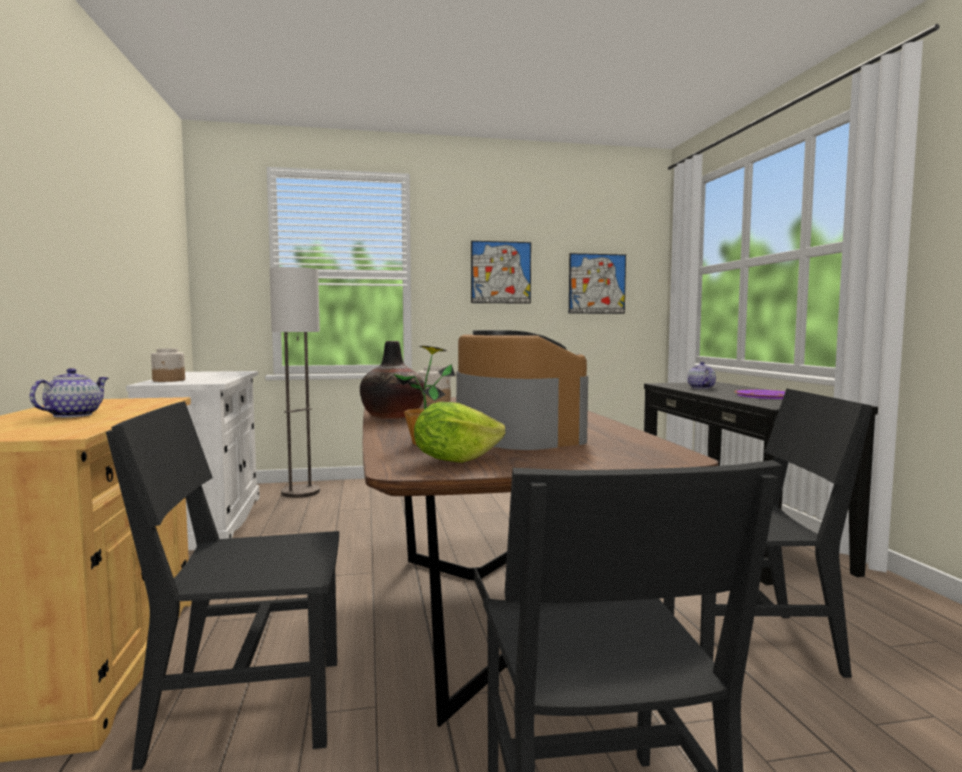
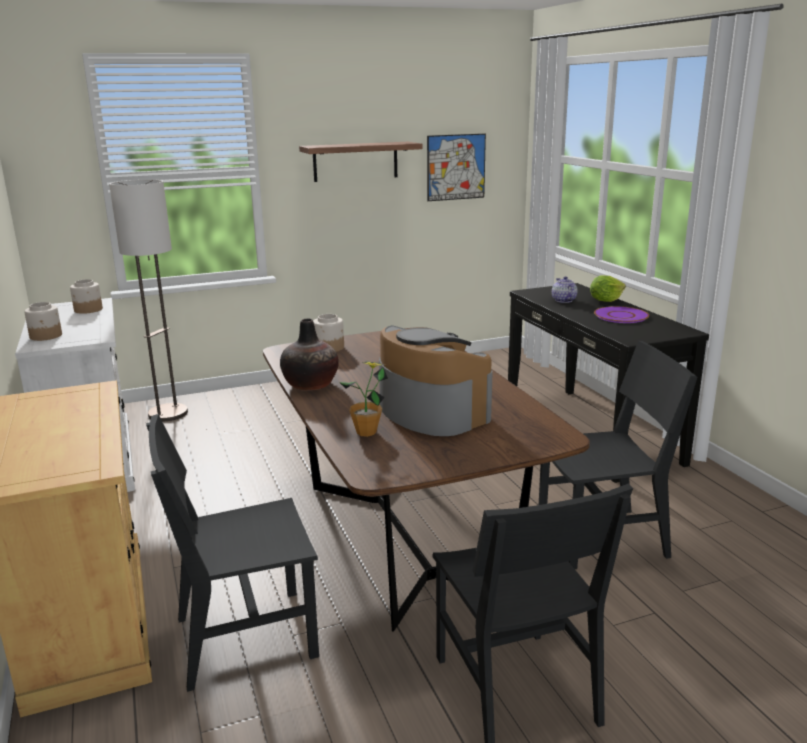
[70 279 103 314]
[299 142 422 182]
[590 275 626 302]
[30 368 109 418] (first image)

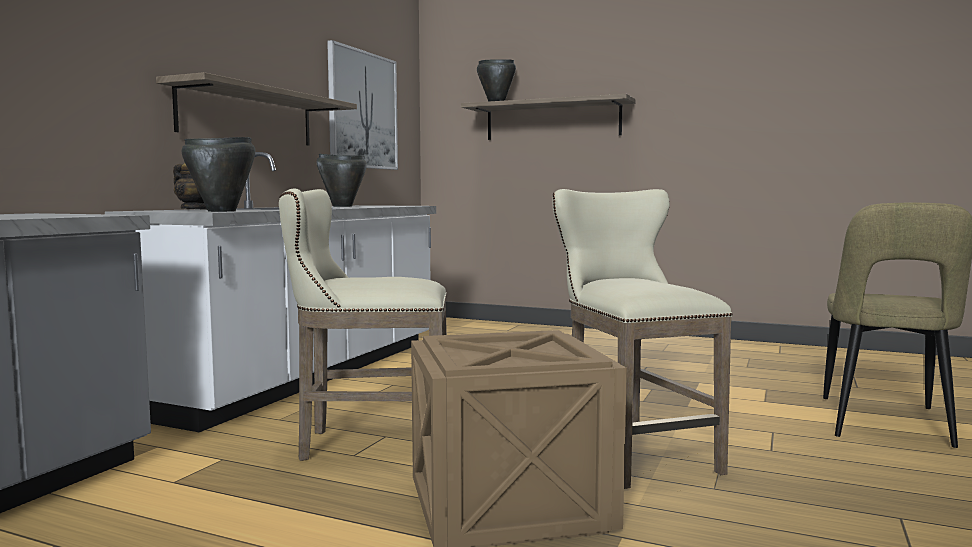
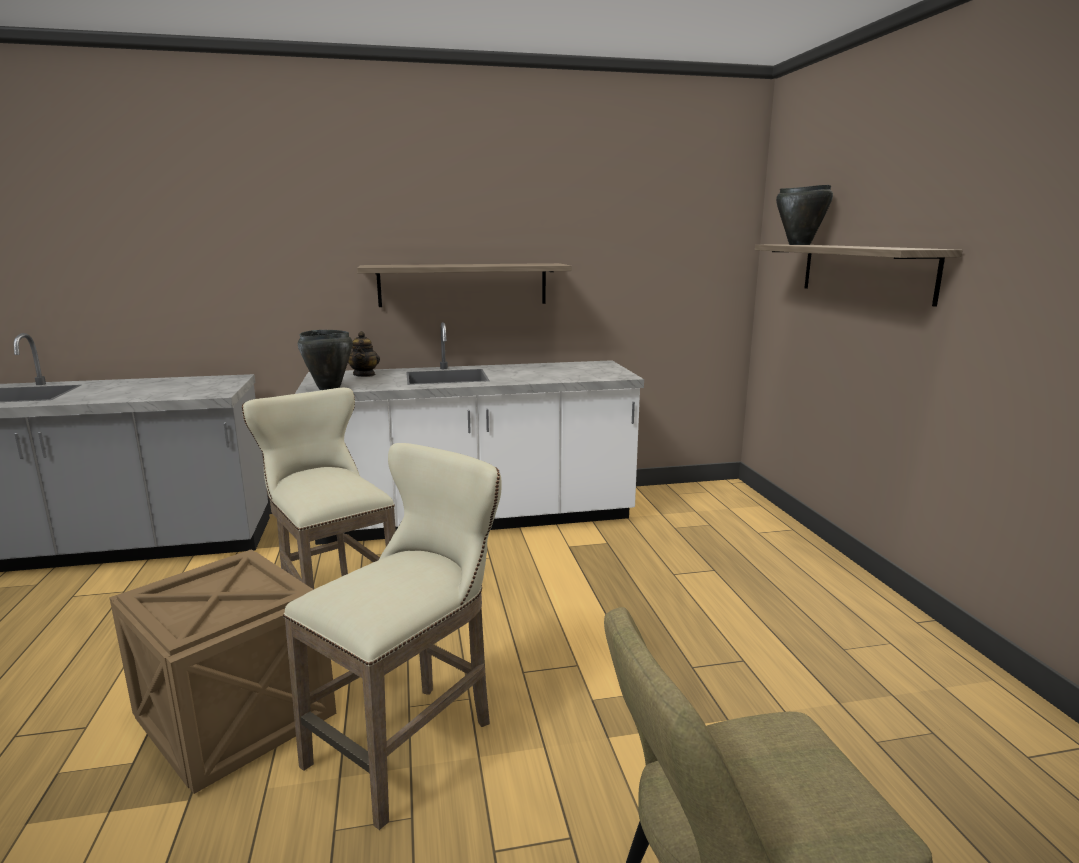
[317 153 367 207] (first image)
[327 40 398 170] (first image)

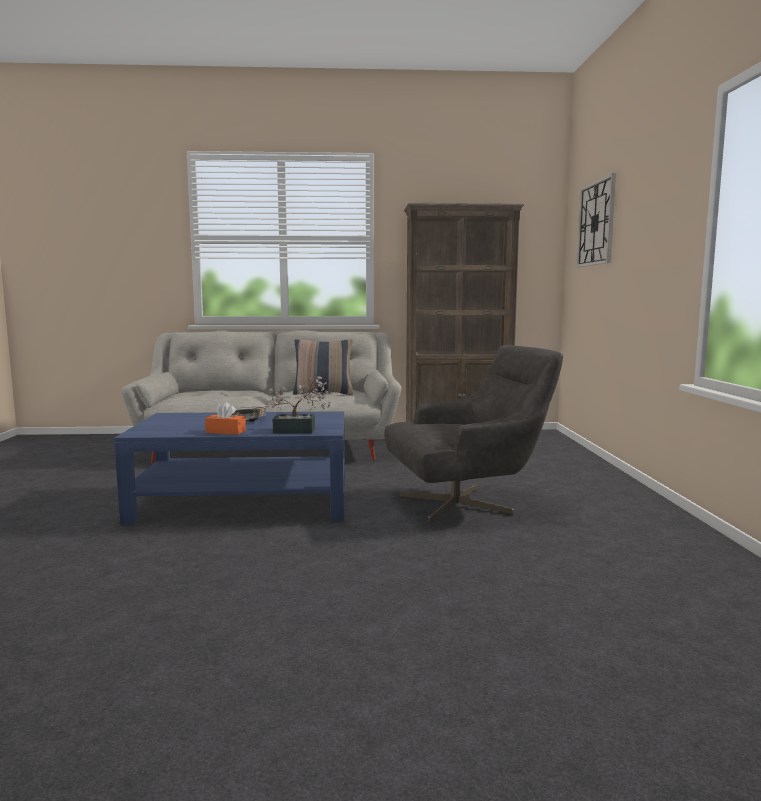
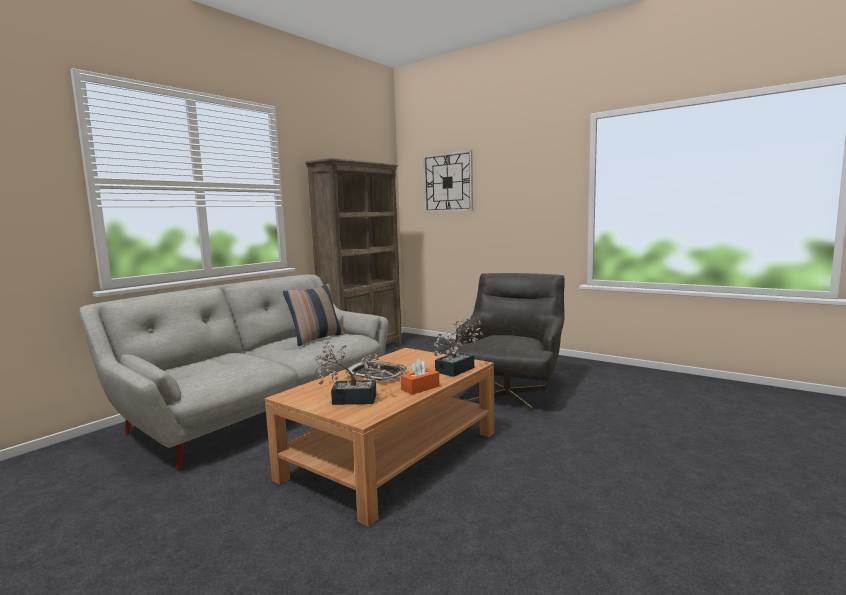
[265 348 495 527]
[314 341 386 405]

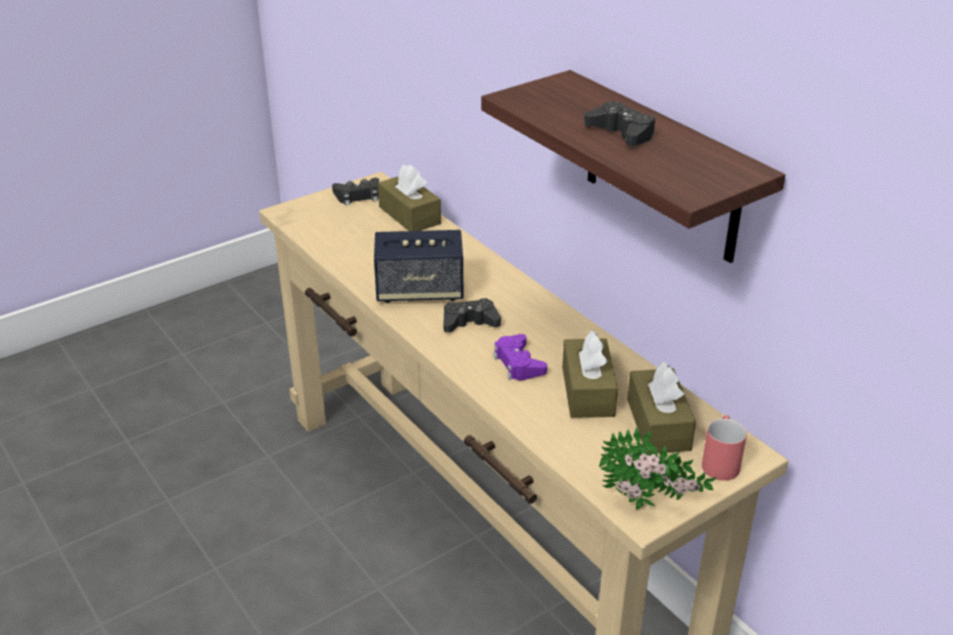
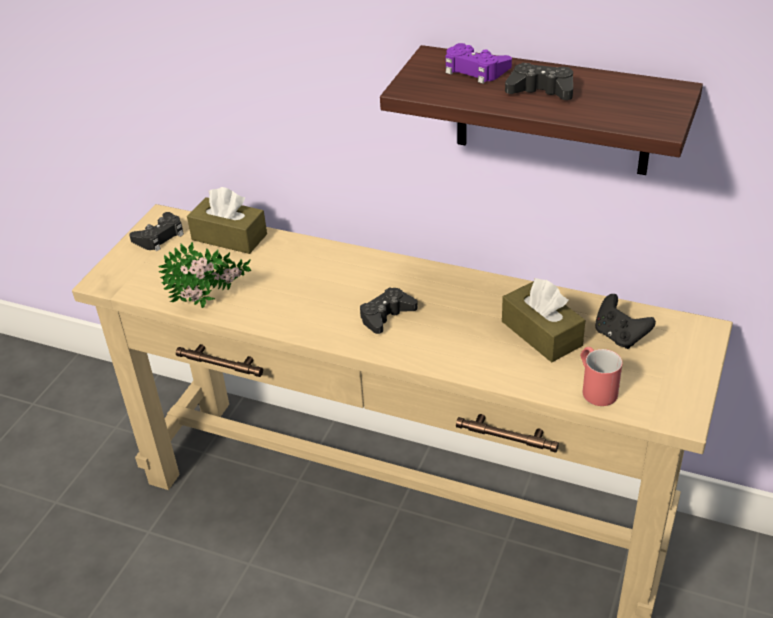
[159 242 252 308]
[446 43 512 84]
[580 347 622 406]
[595 294 656 349]
[374 230 463 303] (first image)

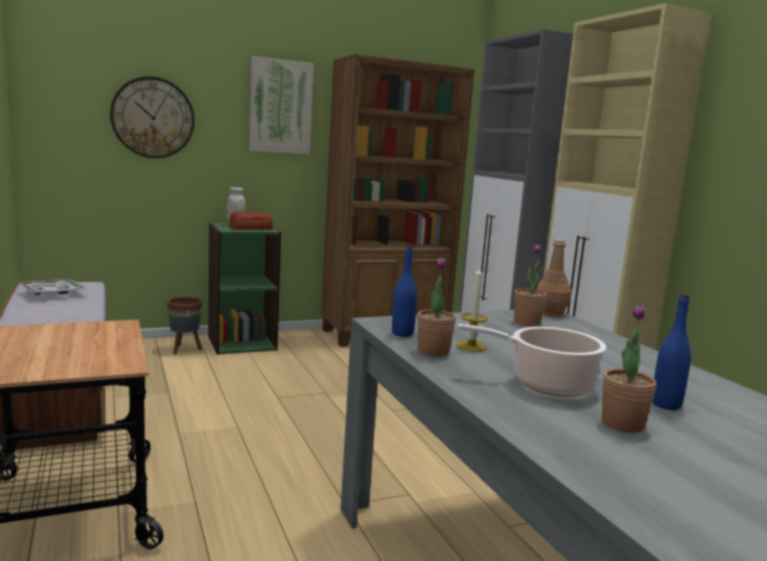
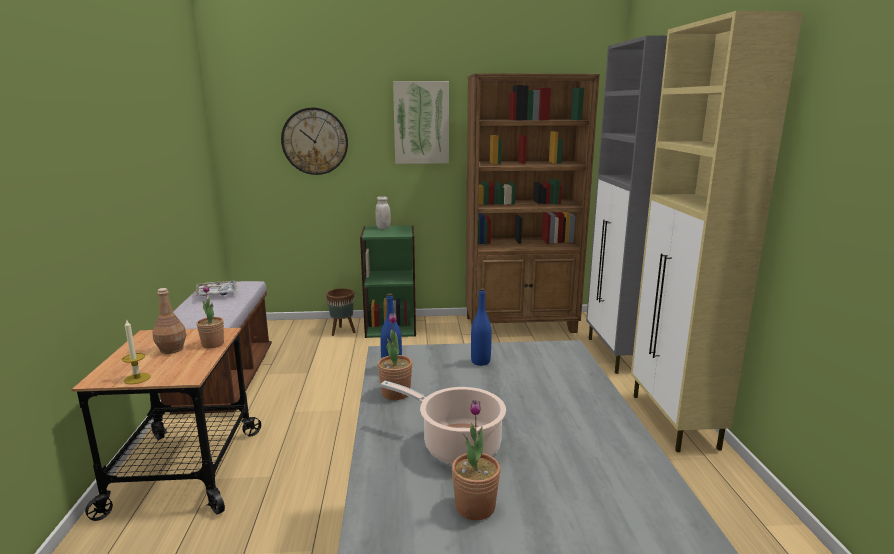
[122 319 151 384]
[152 288 187 354]
[197 285 224 348]
[471 288 492 366]
[229 212 273 230] (first image)

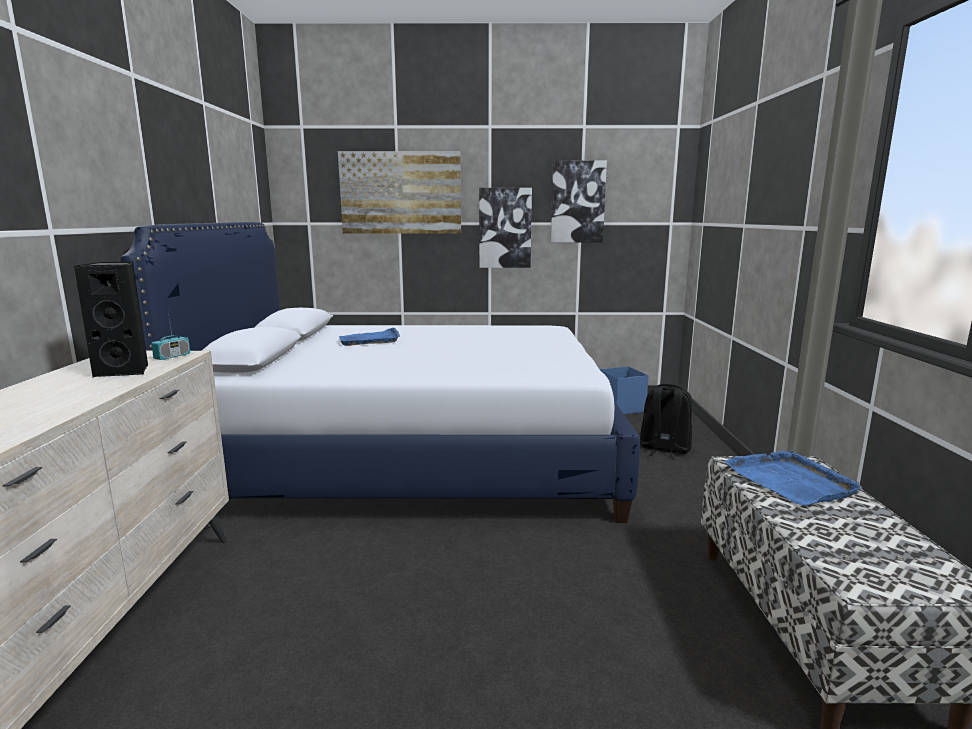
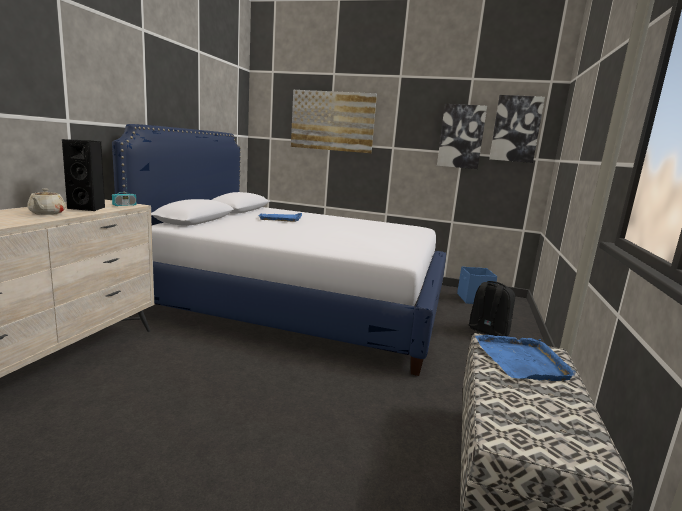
[27 189 66 215]
[489 95 545 163]

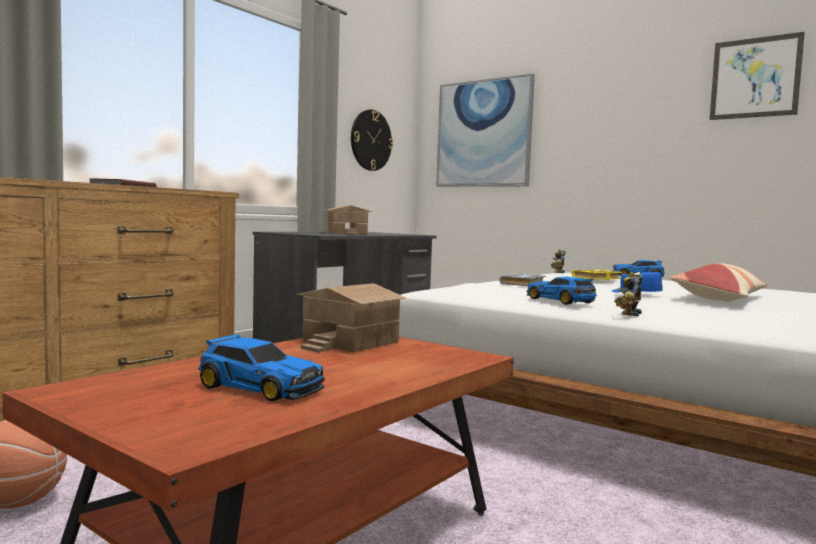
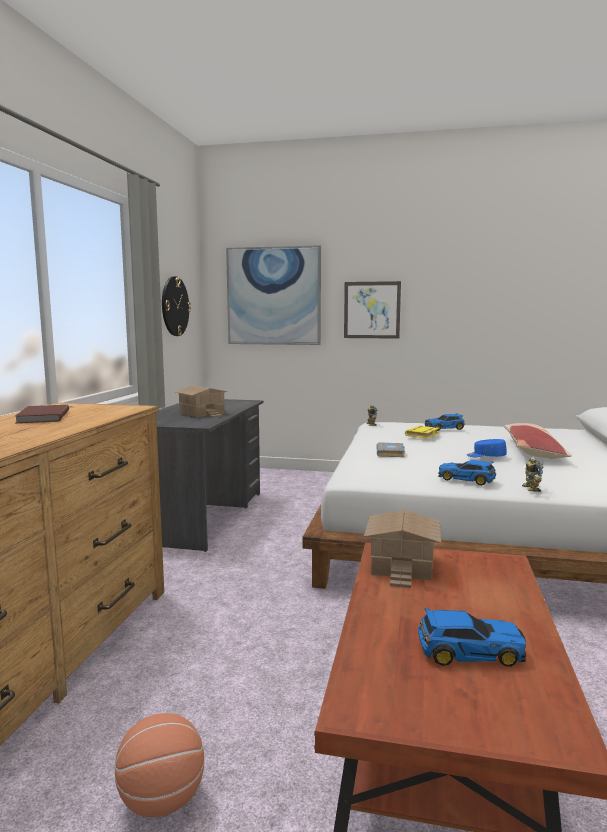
[344 281 401 339]

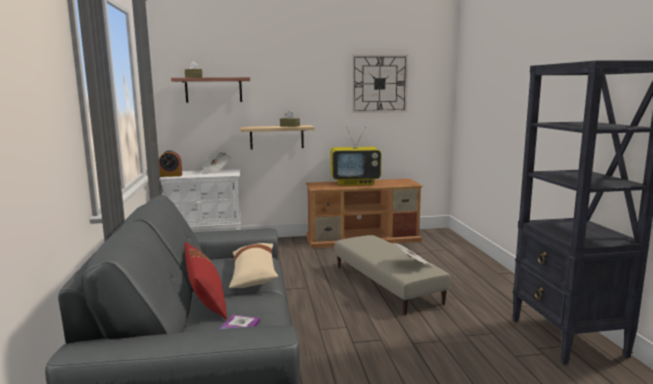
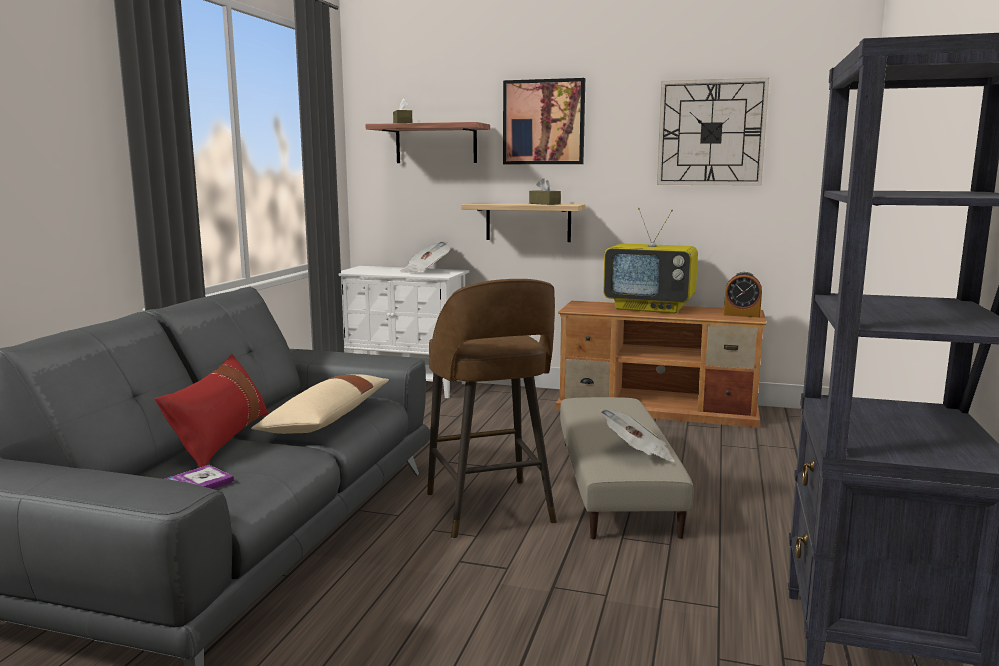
[427 279 557 539]
[503 78 585 164]
[724 272 762 317]

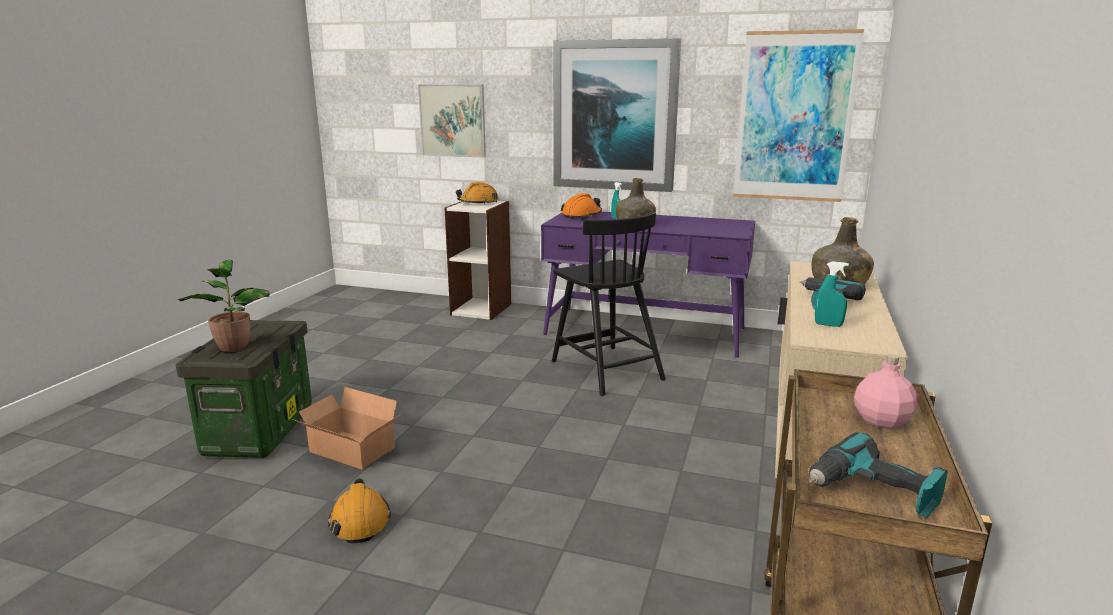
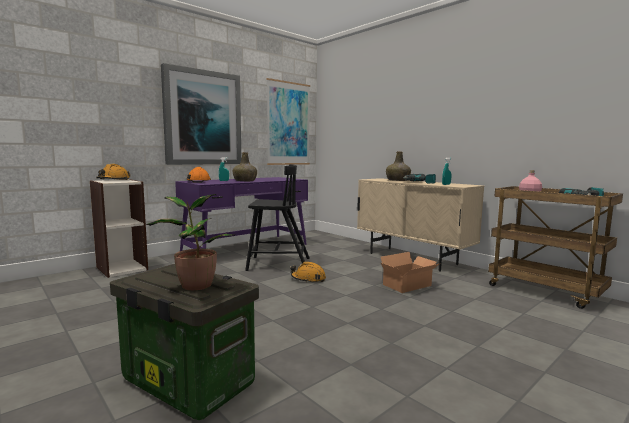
[290 262 326 283]
[380 252 439 293]
[418 84 486 157] (first image)

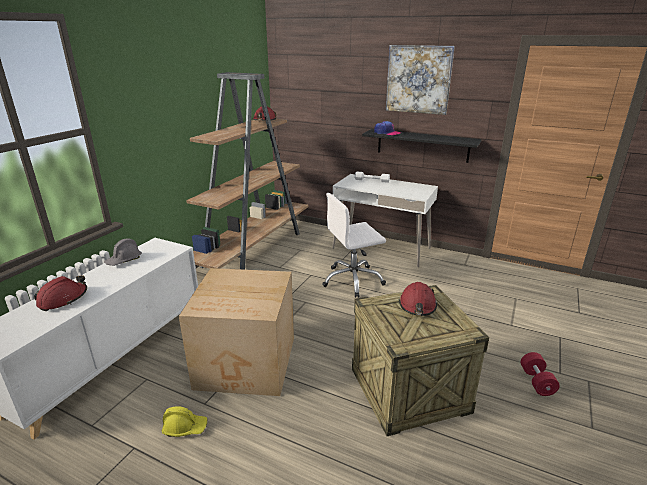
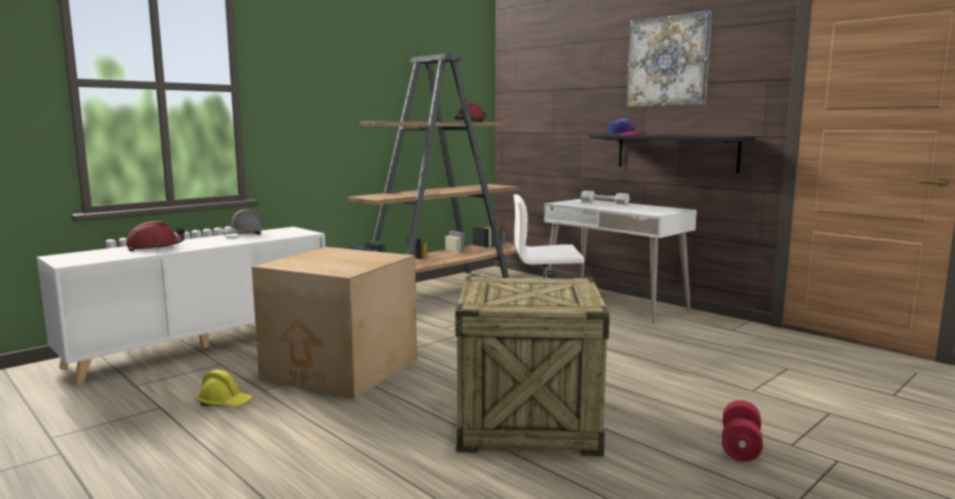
[399 282 437 316] (first image)

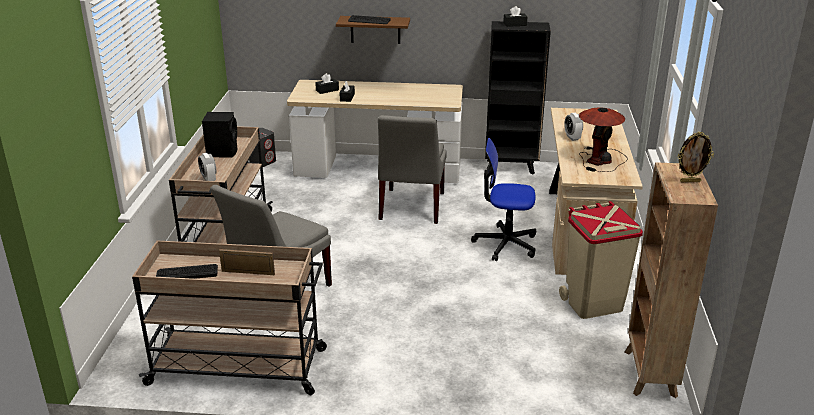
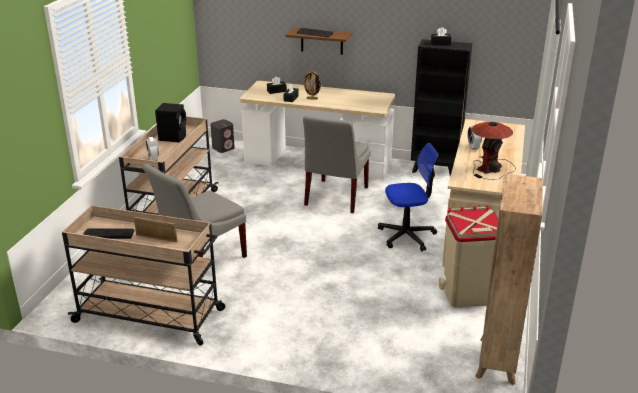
[304 71 322 99]
[378 143 439 251]

